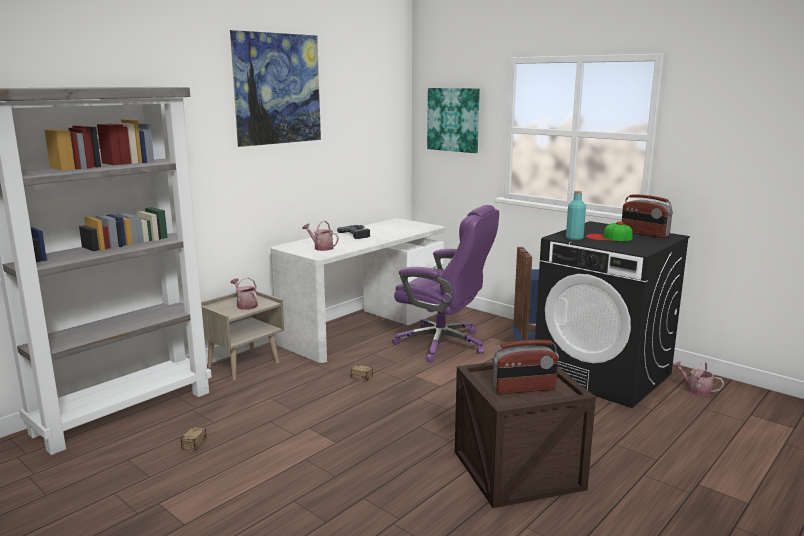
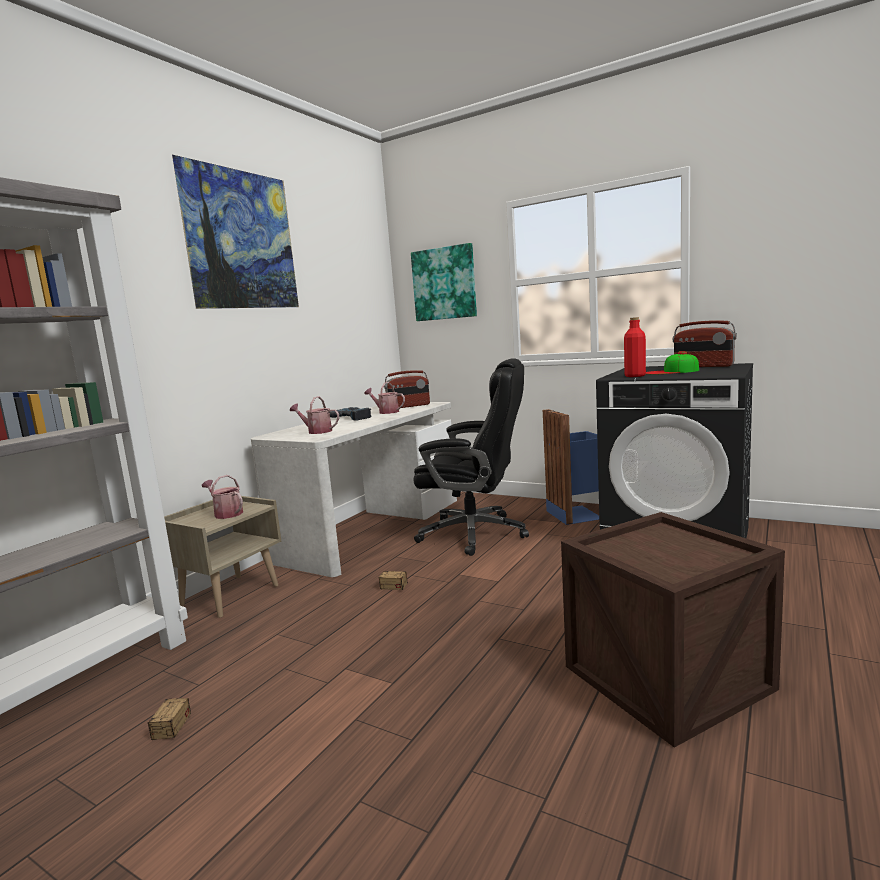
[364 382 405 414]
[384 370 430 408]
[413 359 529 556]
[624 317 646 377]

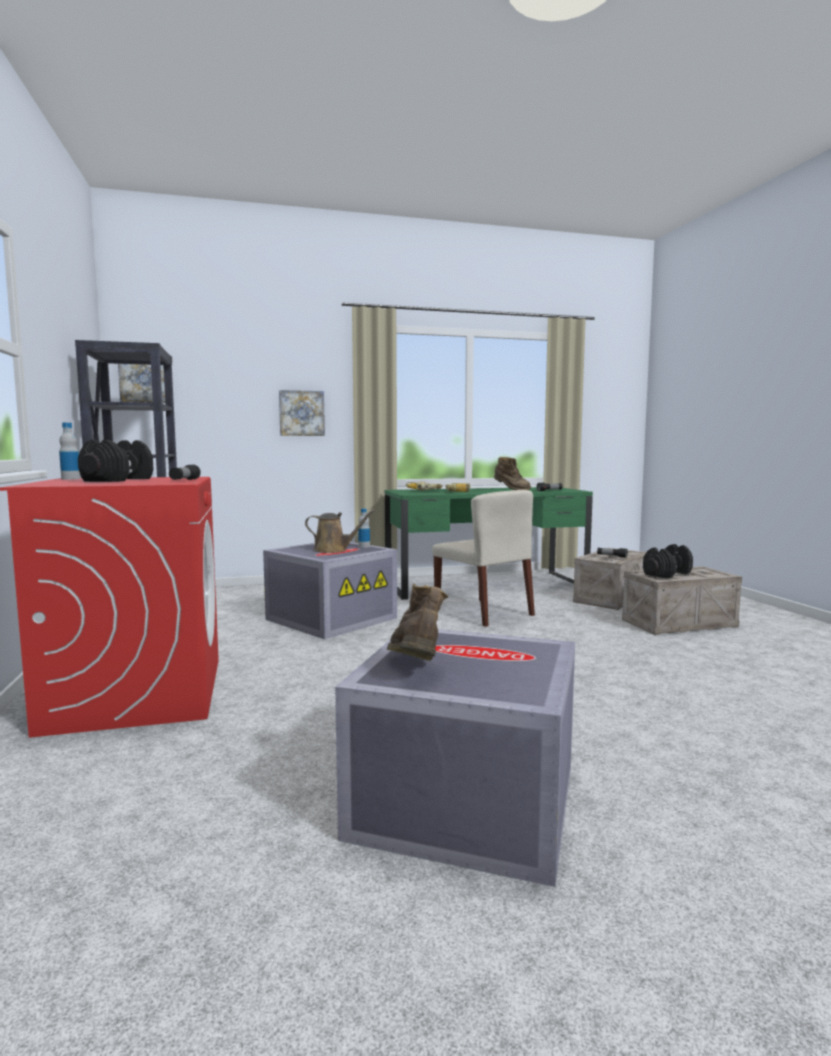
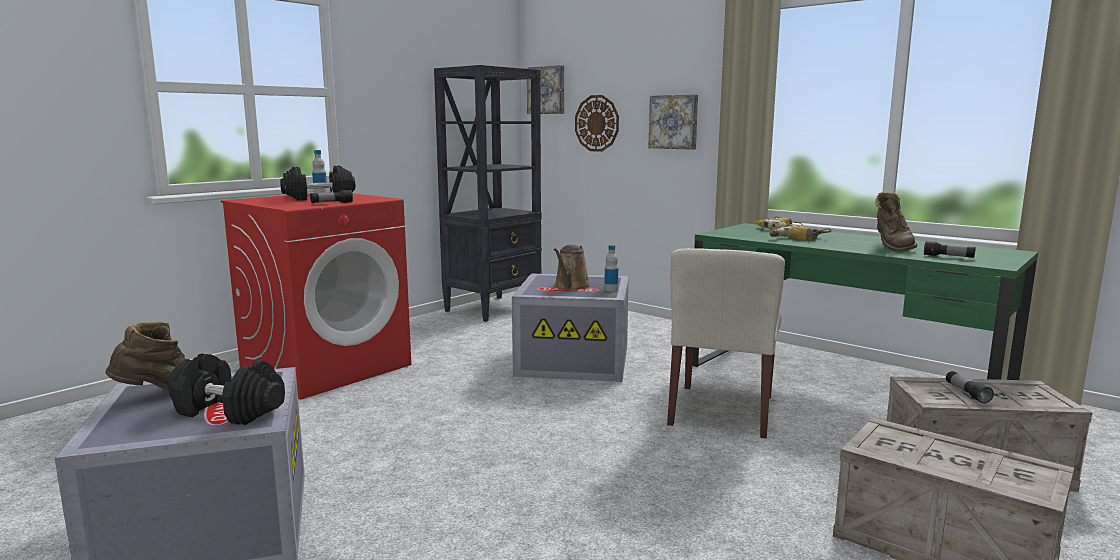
[168 354 285 425]
[554 245 591 290]
[575 95 619 152]

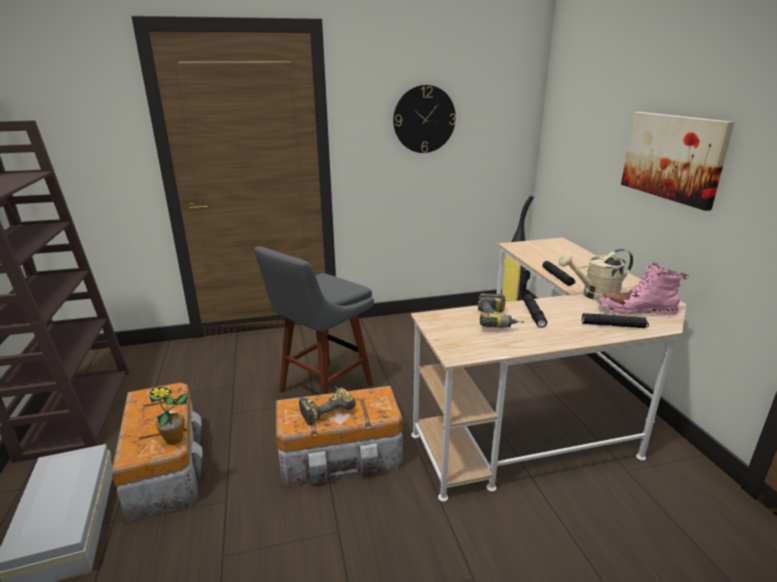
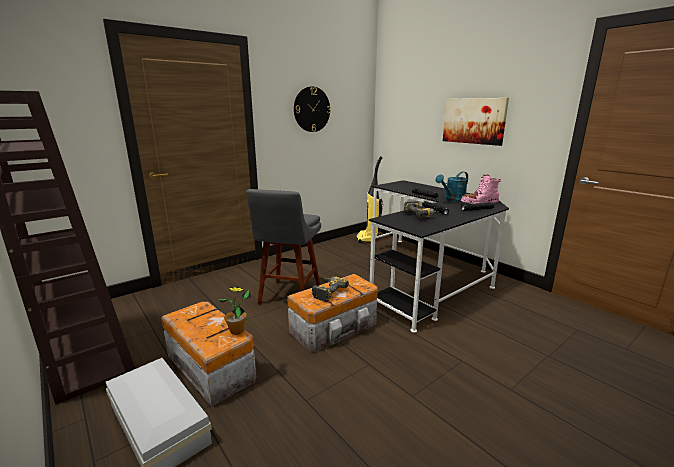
[369 180 509 333]
[436 172 468 202]

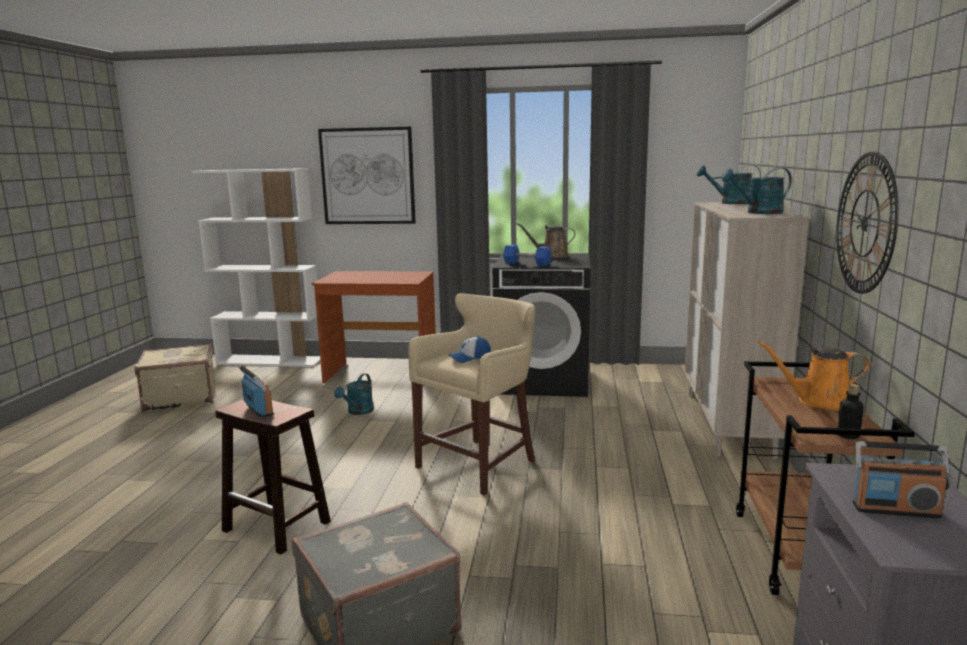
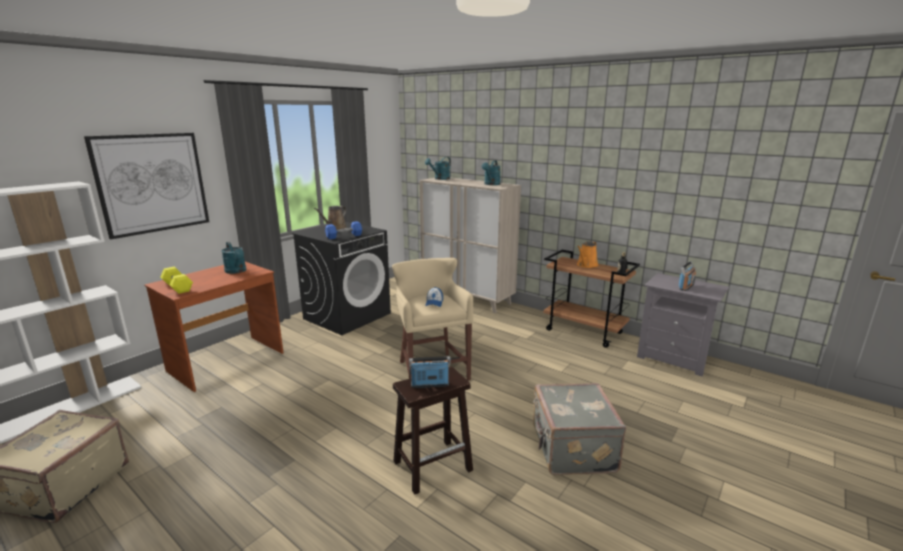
[161 267 193 294]
[221 242 246 274]
[836 151 899 294] (first image)

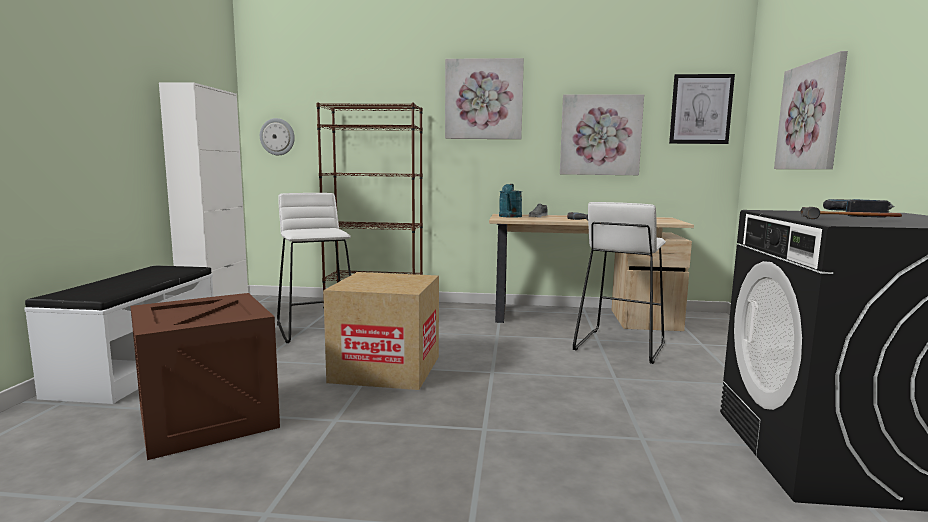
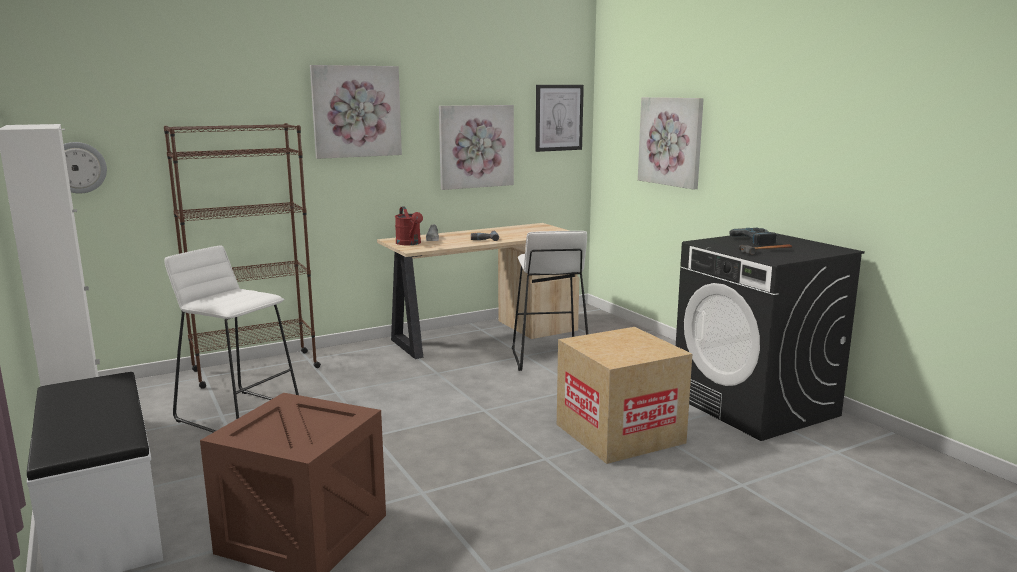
[395 206 423 245]
[557 327 692 464]

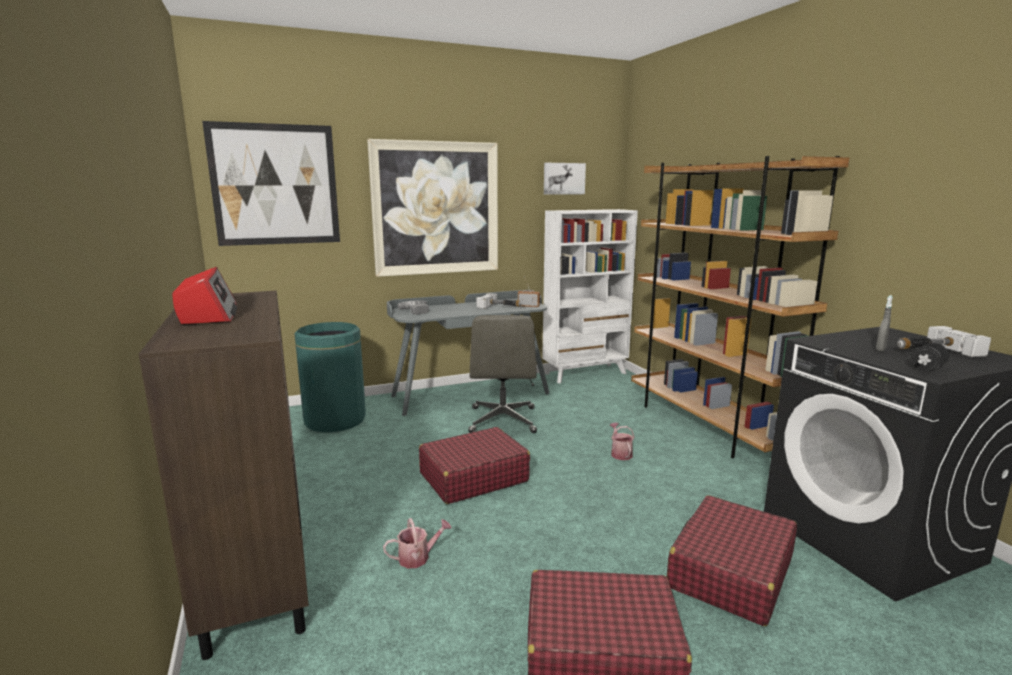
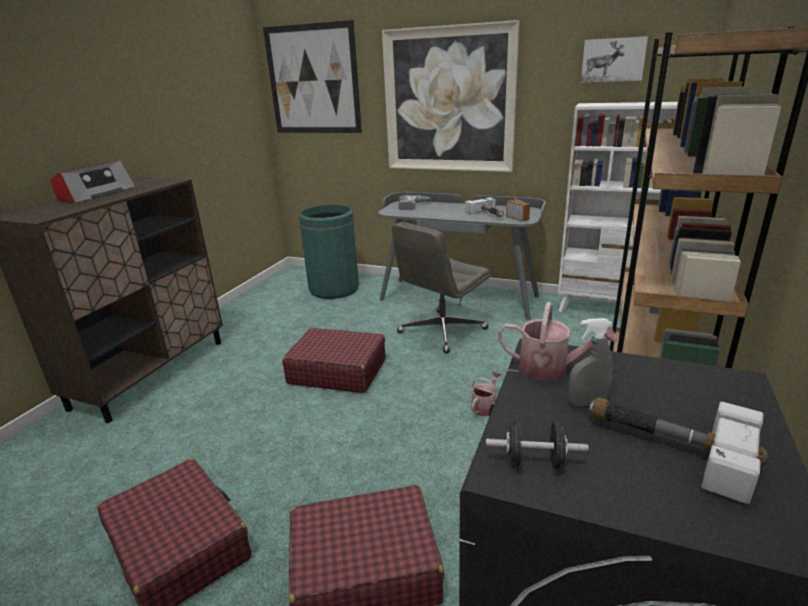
[498 302 618 381]

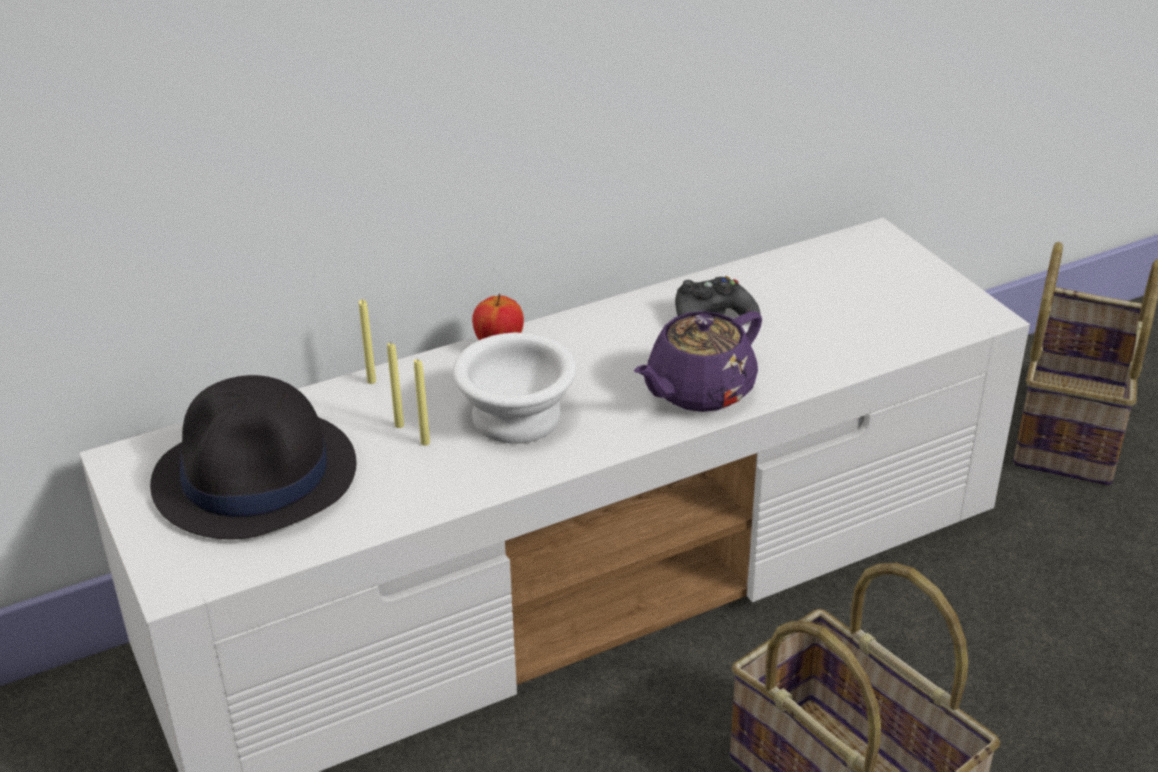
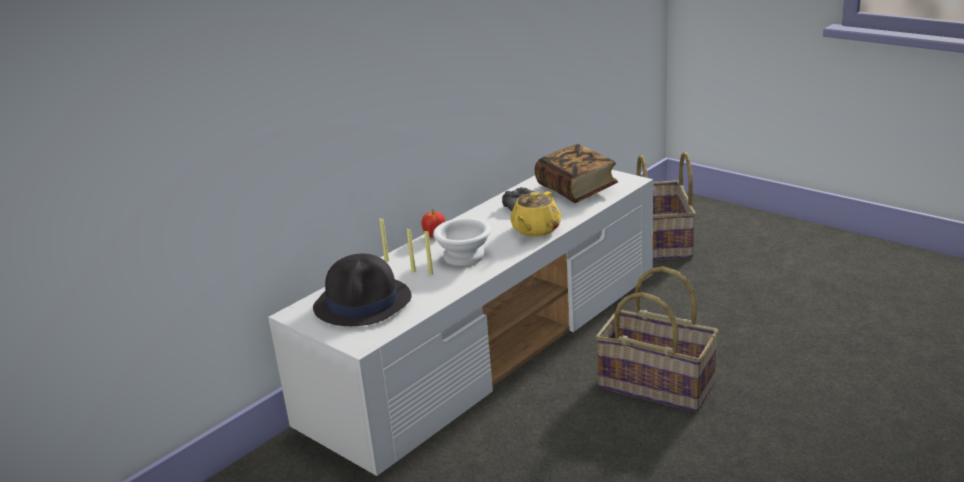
[510 191 561 237]
[535 144 618 203]

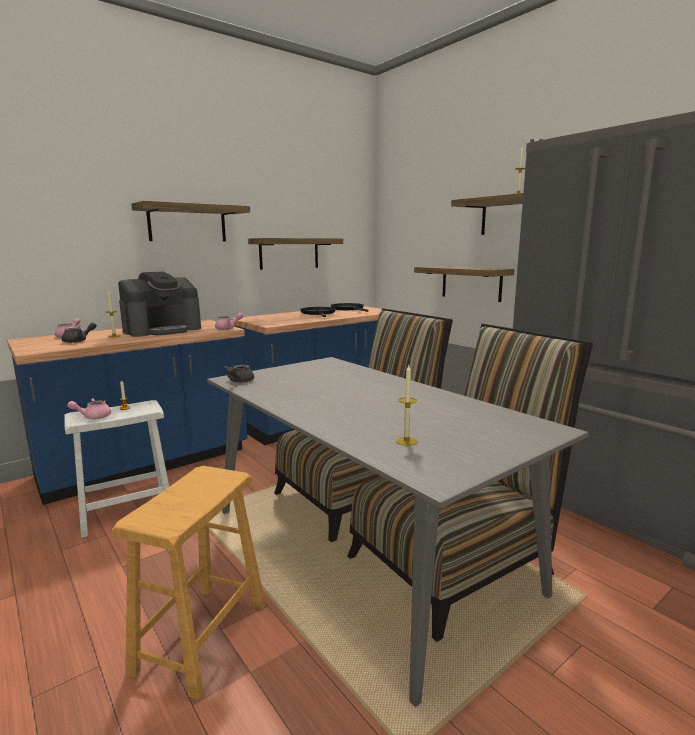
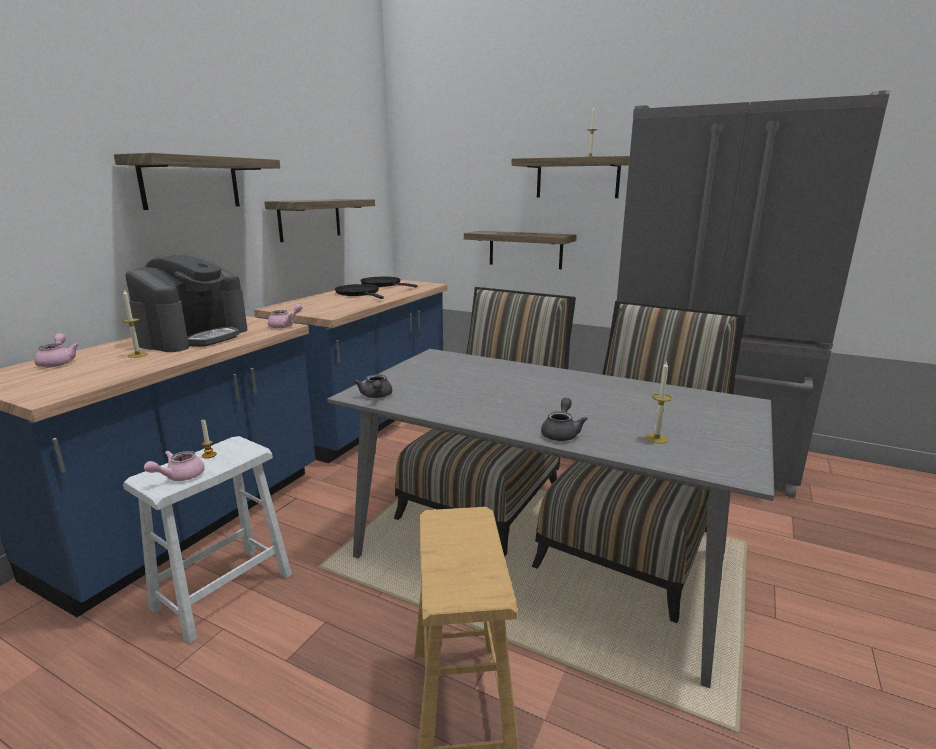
[541 398 588 441]

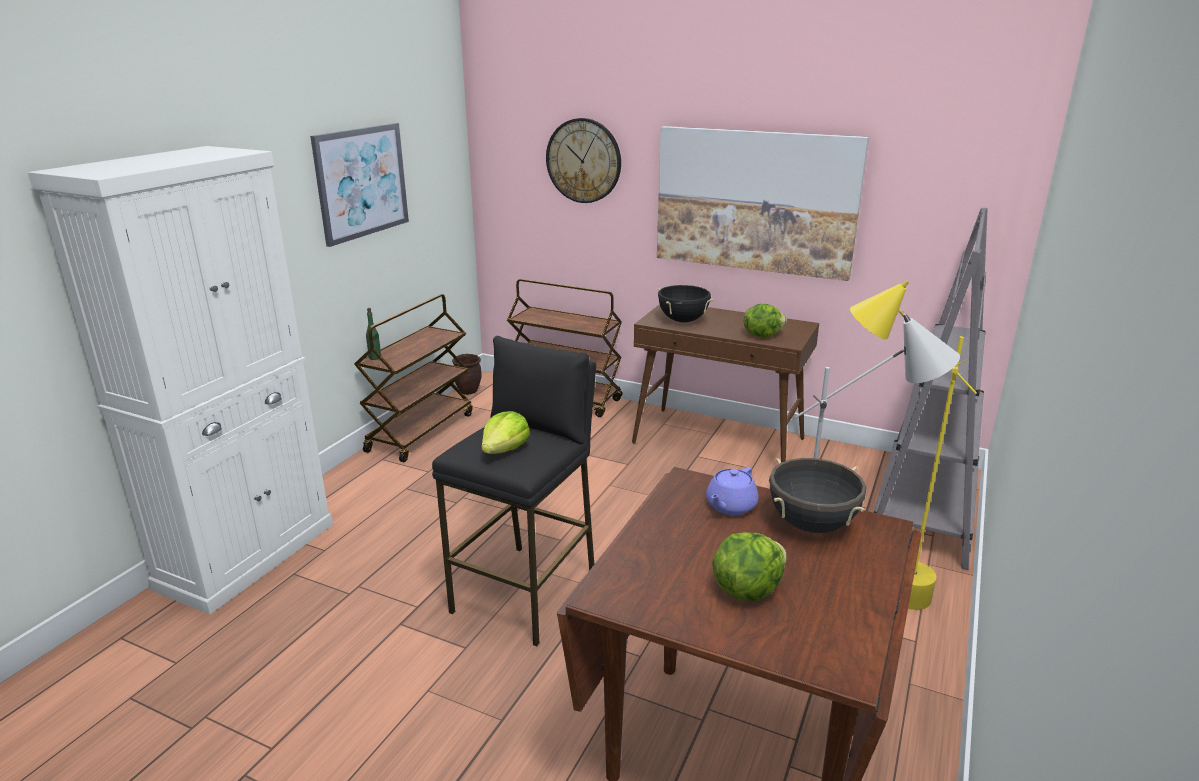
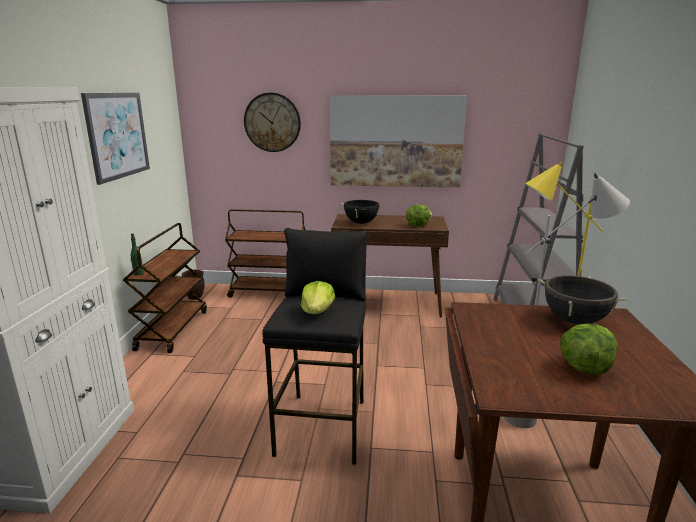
[706 467 759 515] (first image)

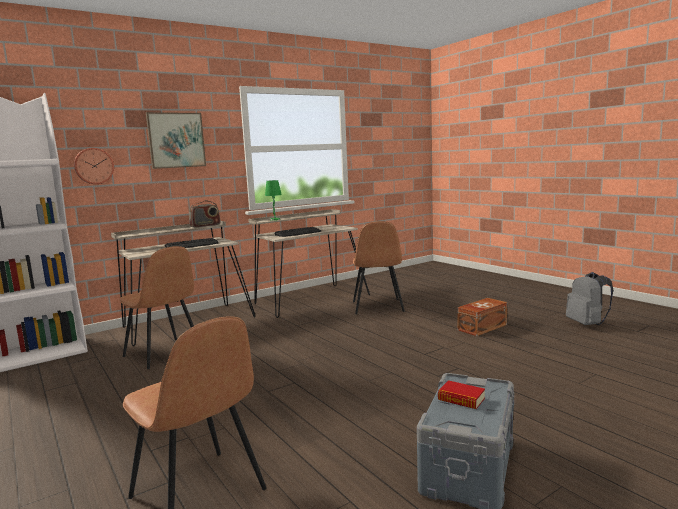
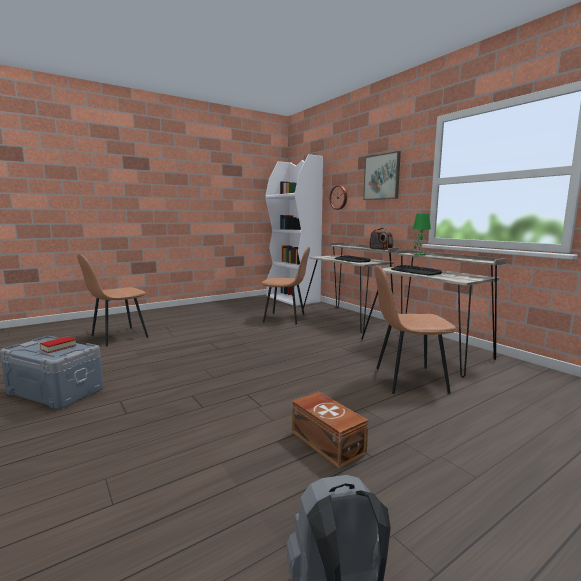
[261 247 310 324]

